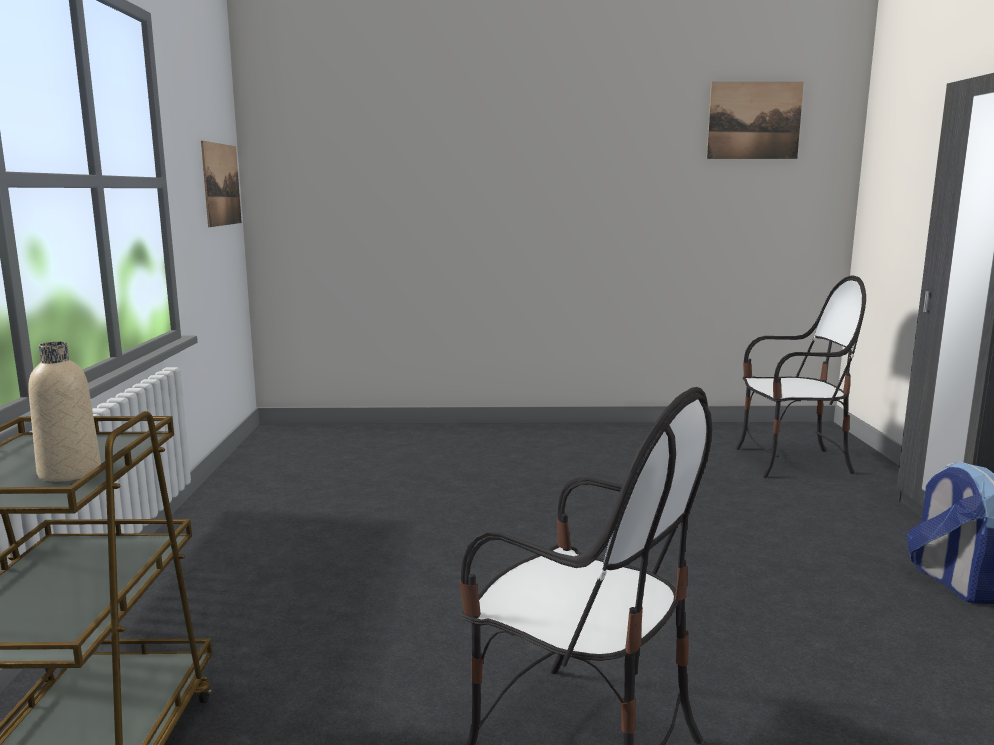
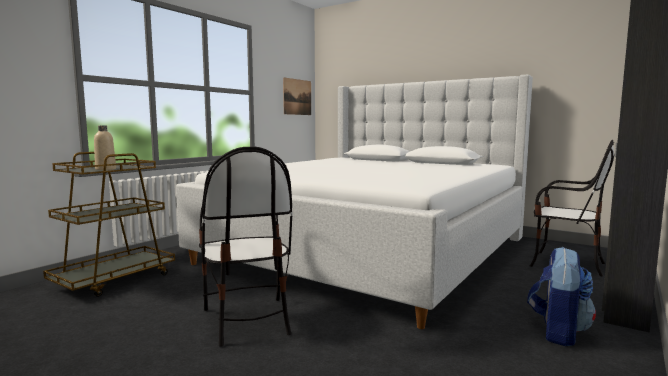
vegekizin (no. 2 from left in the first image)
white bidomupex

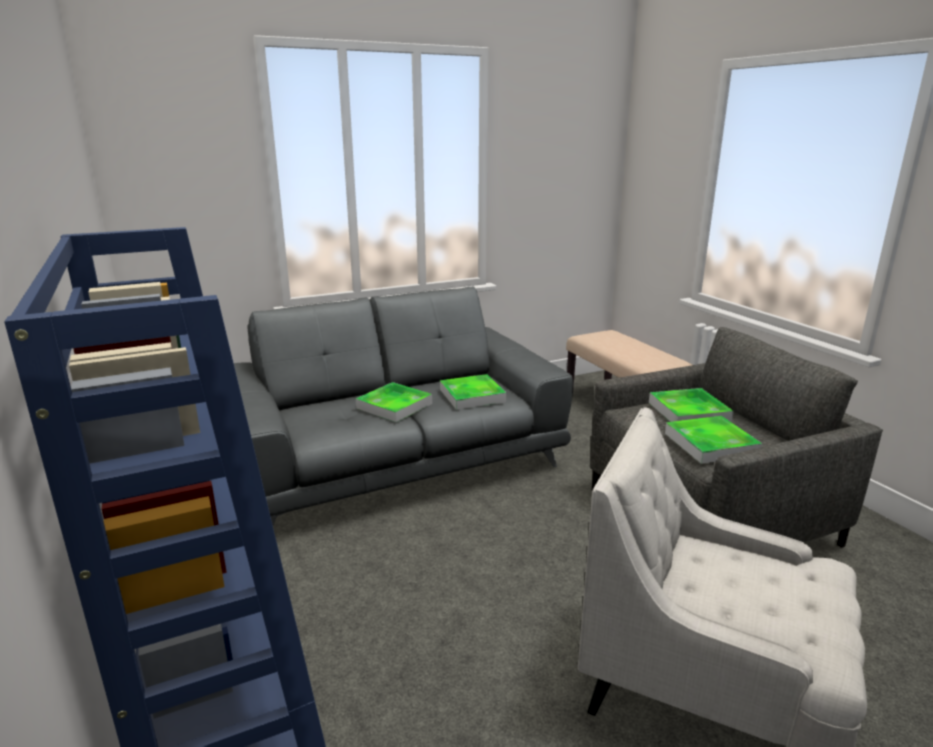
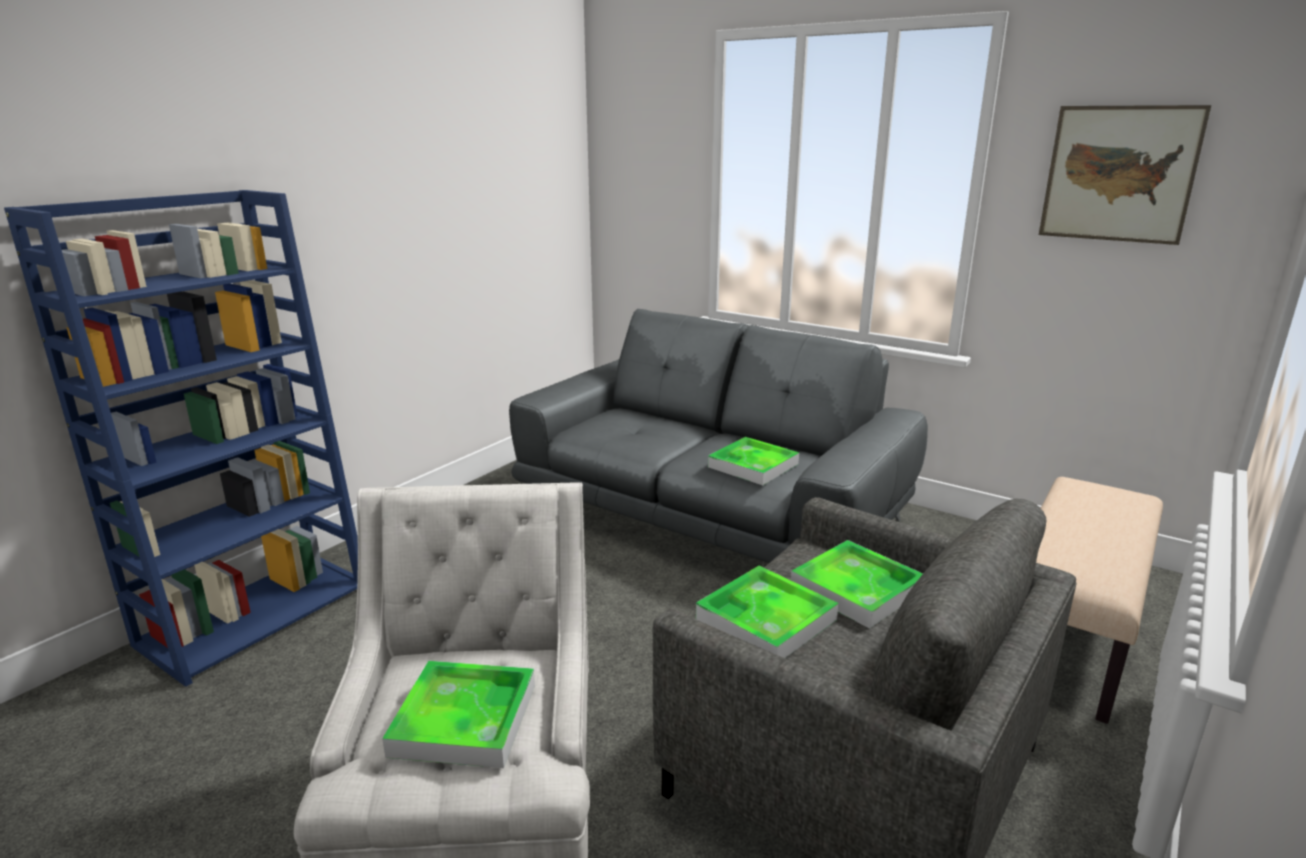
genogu (no. 1 from left)
vegekizin

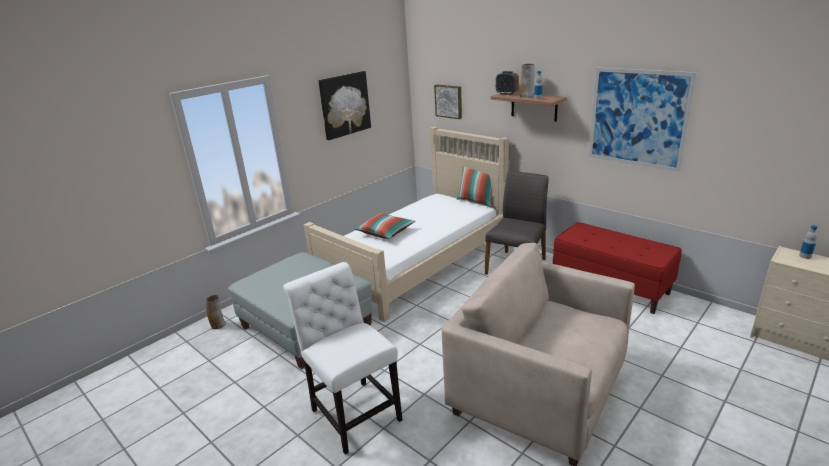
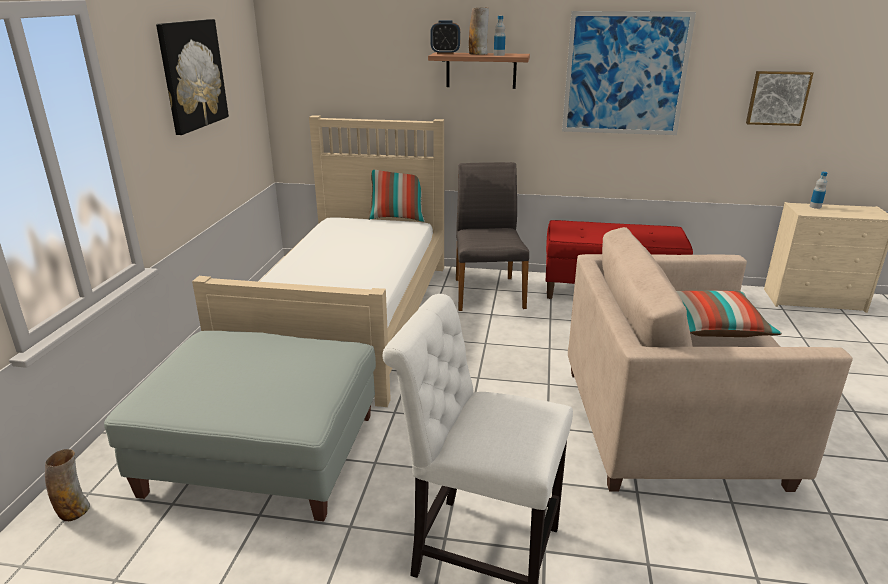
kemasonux (no. 2 from left)
vegekizin (no. 3 from left)

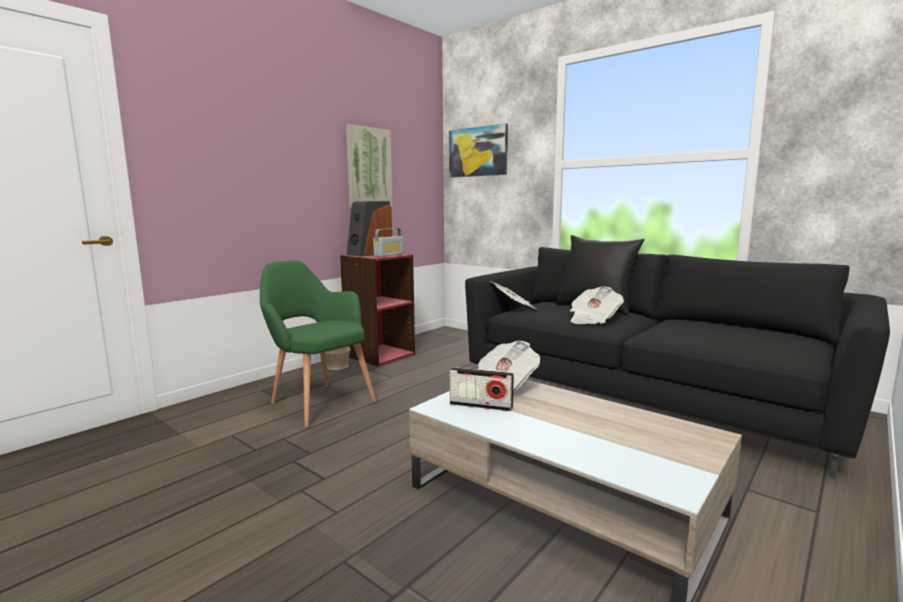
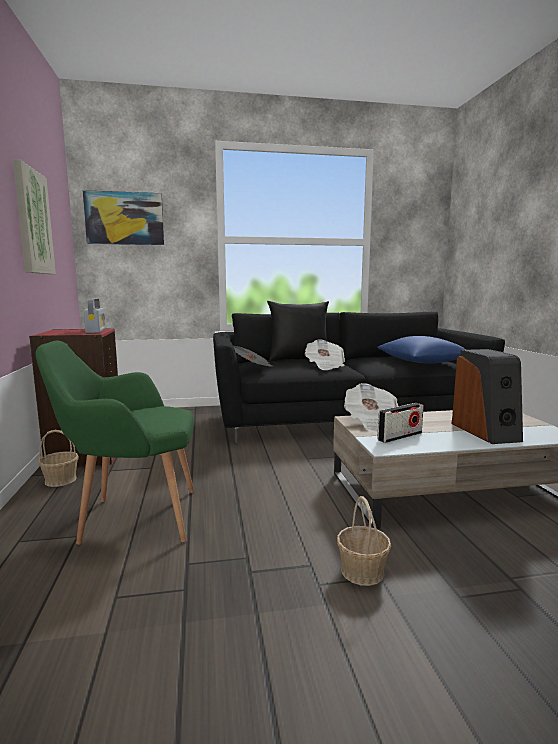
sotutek
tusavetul (no. 2 from left)
blue kemasonux

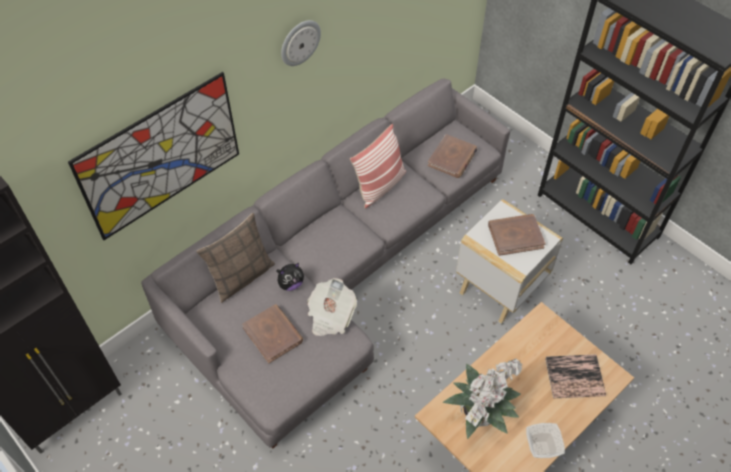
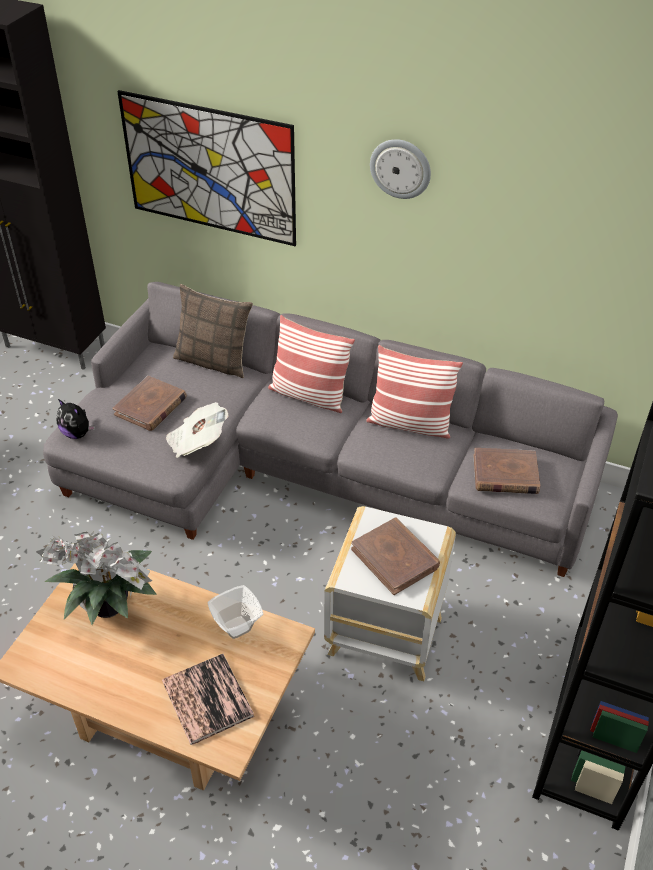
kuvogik
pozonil
kemasonux (no. 2 from left)

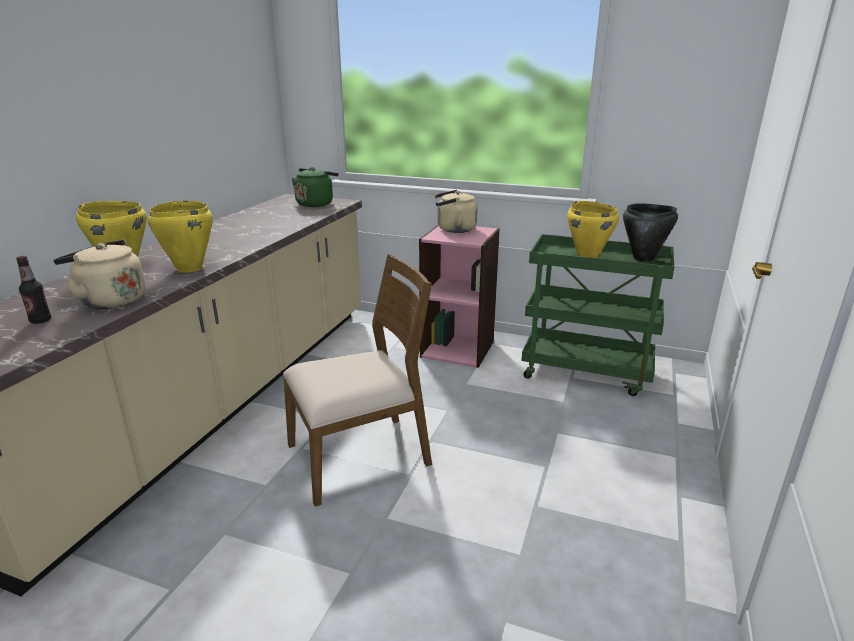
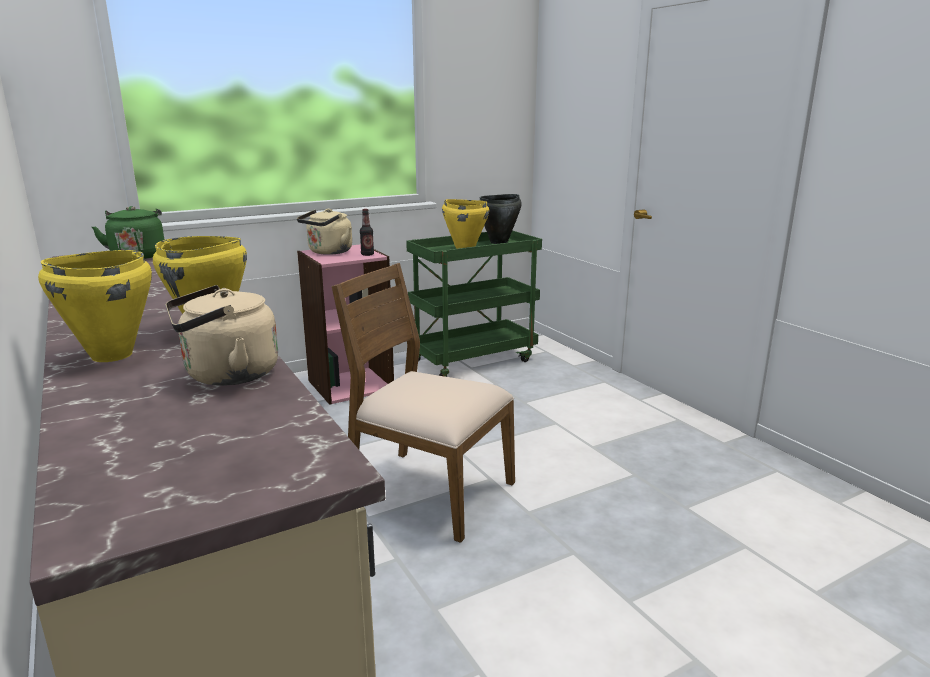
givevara
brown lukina

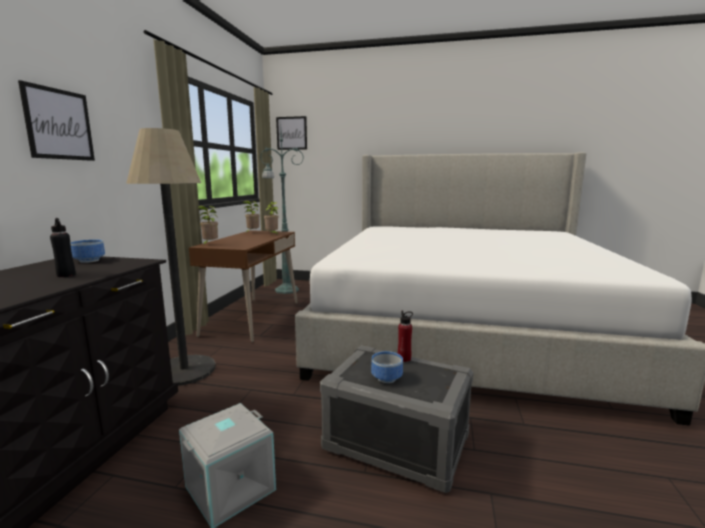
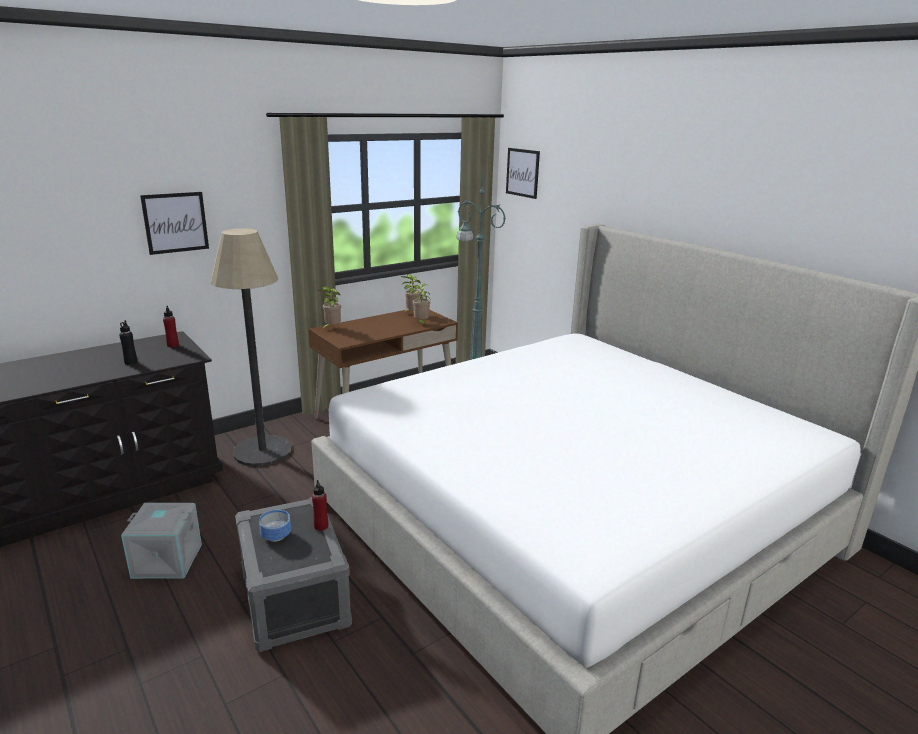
red givevara (no. 1 from left)

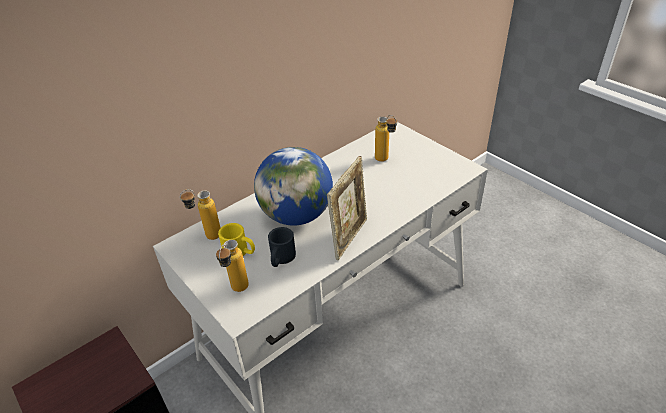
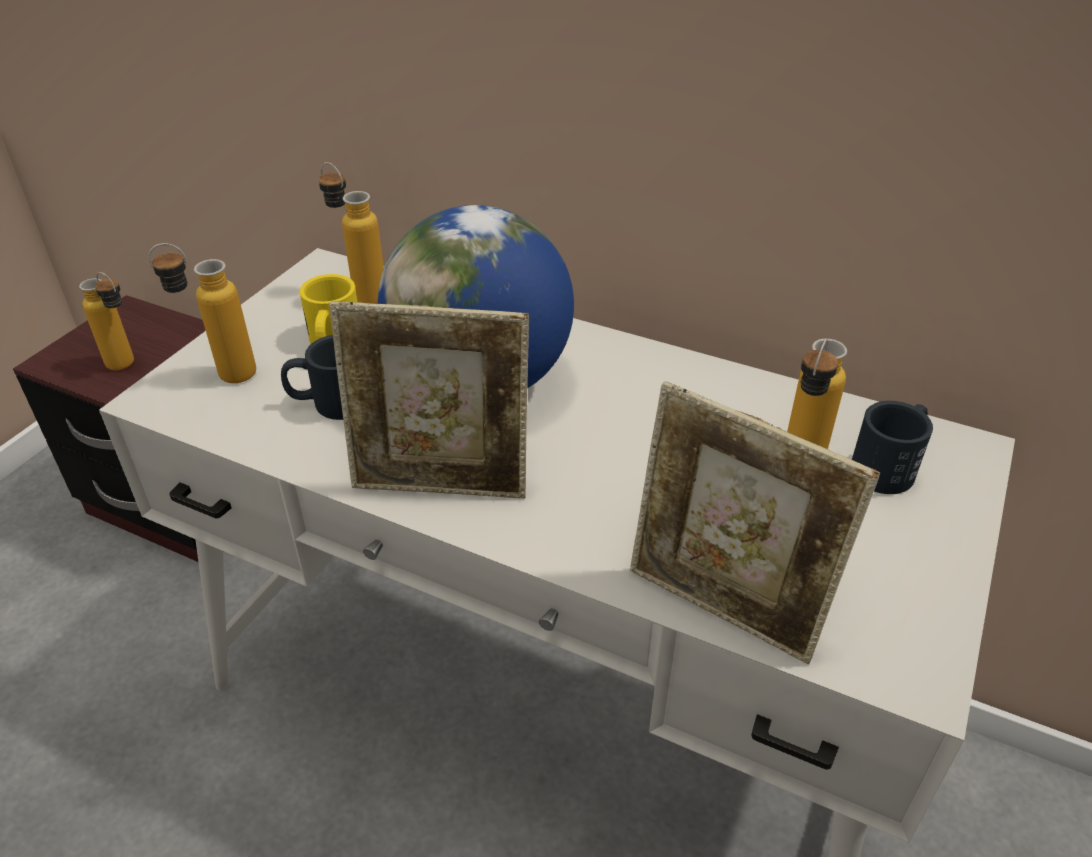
givevara (no. 1 from left)
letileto (no. 2 from left)
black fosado (no. 2 from left)

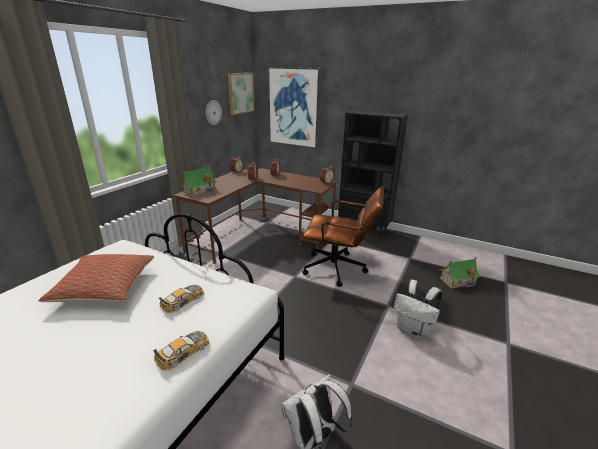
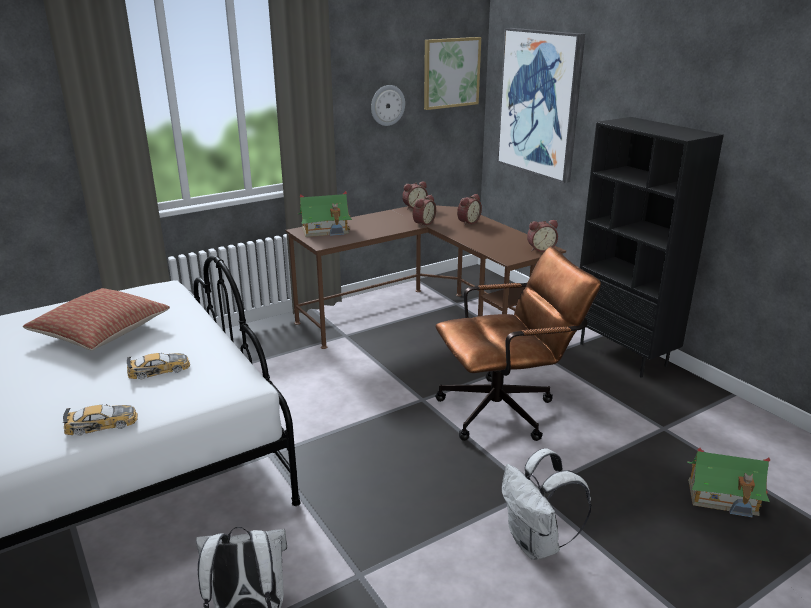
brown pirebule

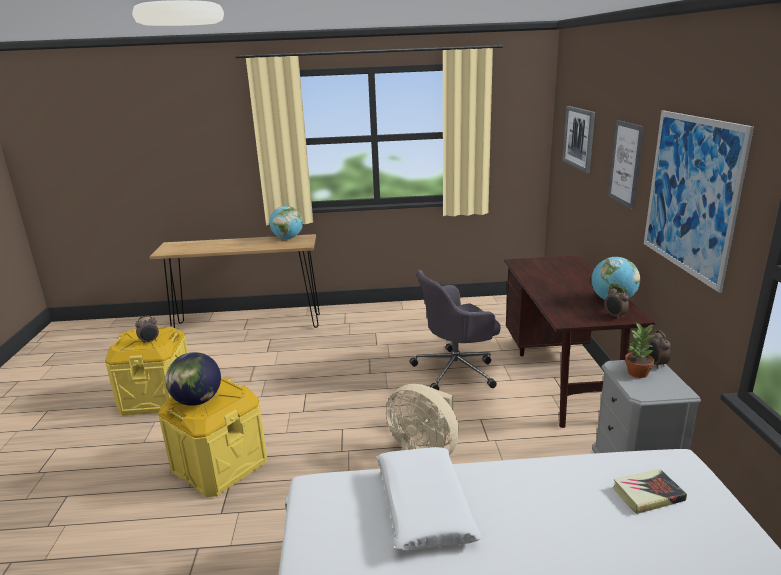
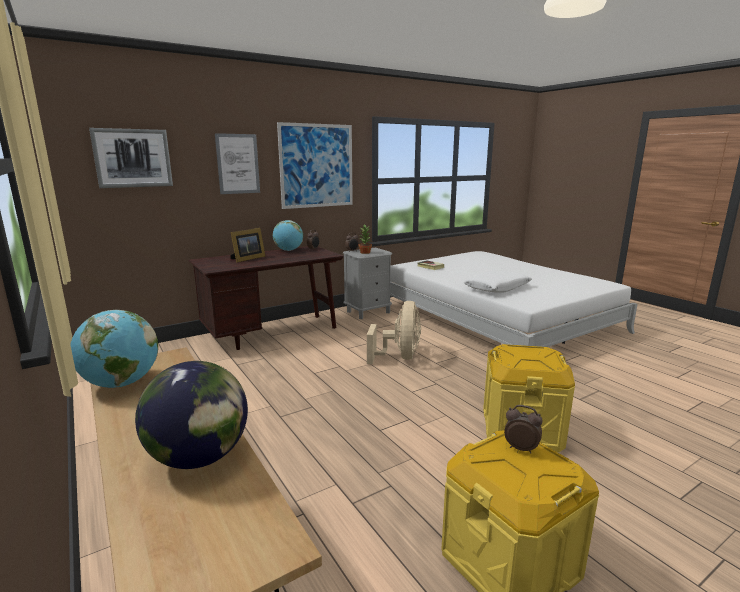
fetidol (no. 2 from left)
grey pirebule
letileto

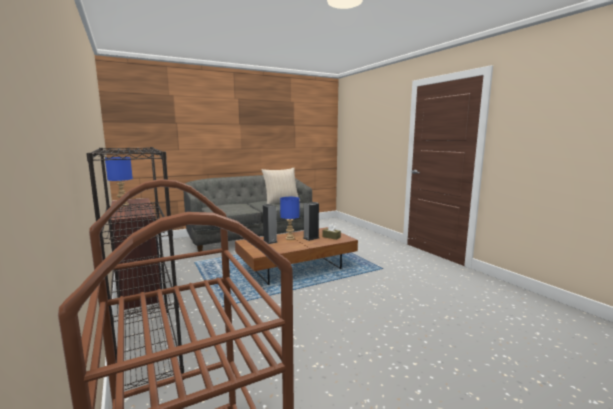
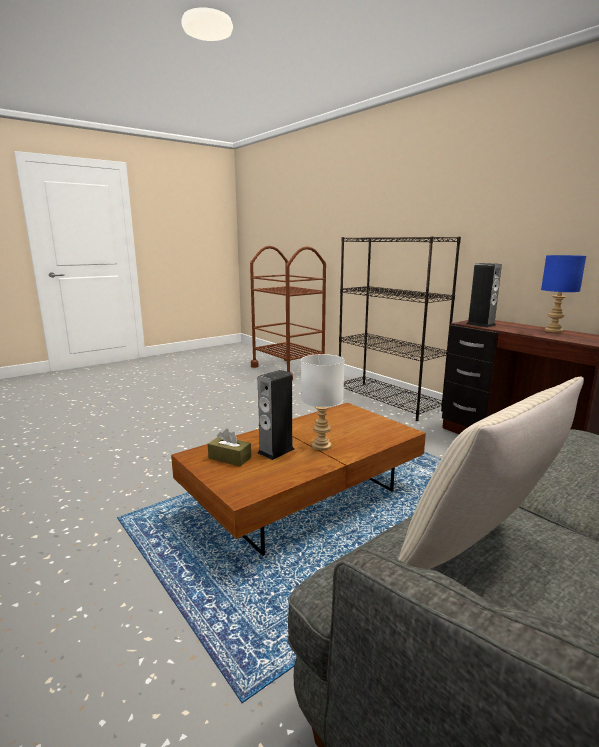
sotutek (no. 2 from left)
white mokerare

